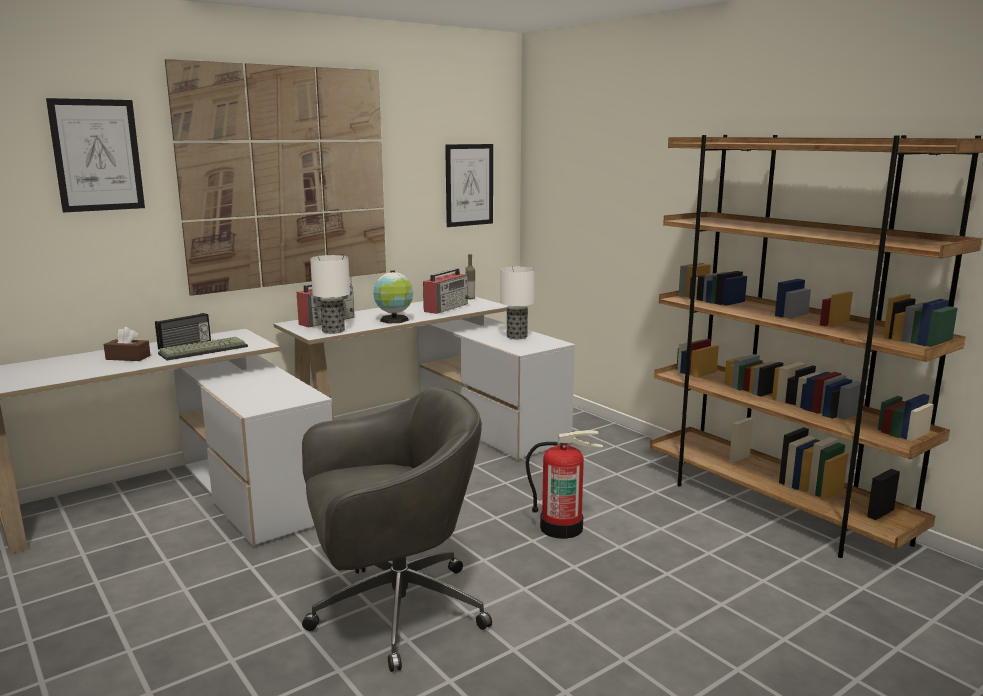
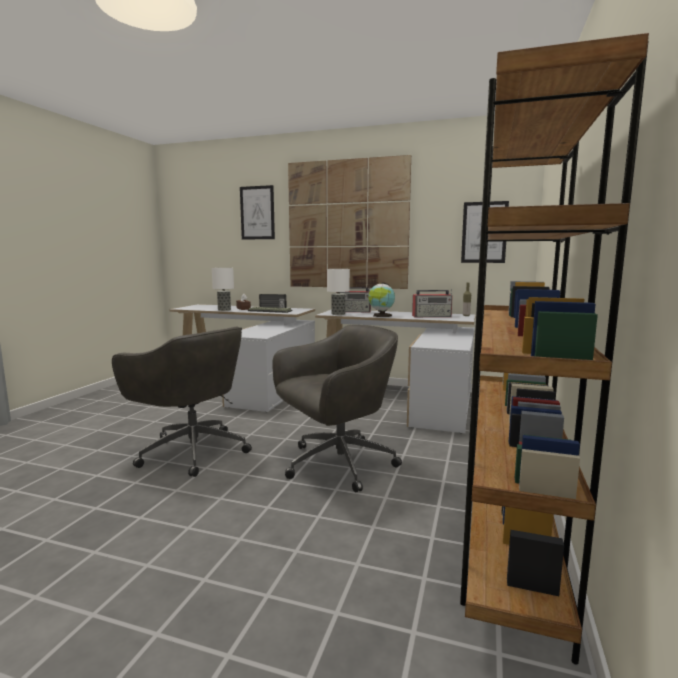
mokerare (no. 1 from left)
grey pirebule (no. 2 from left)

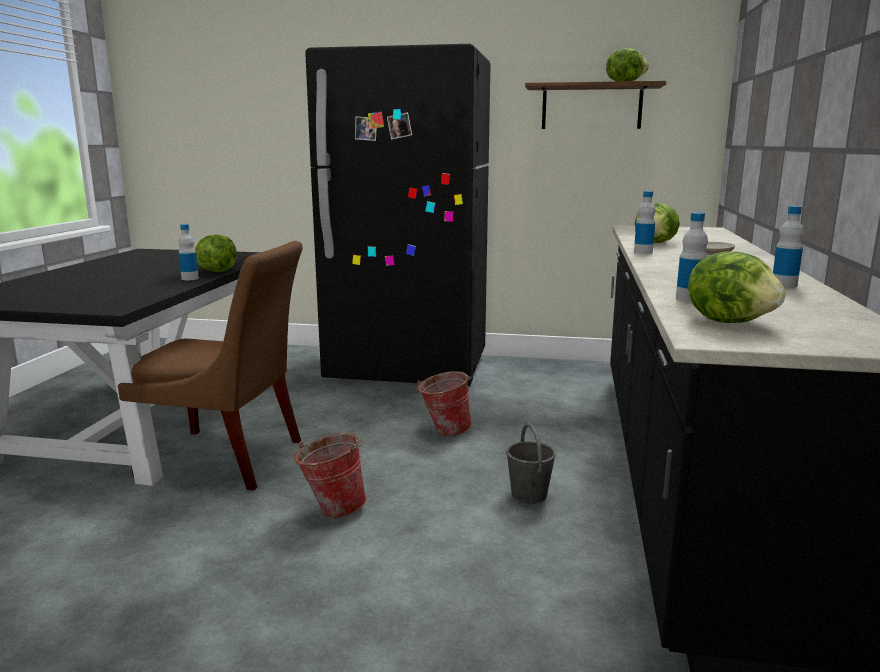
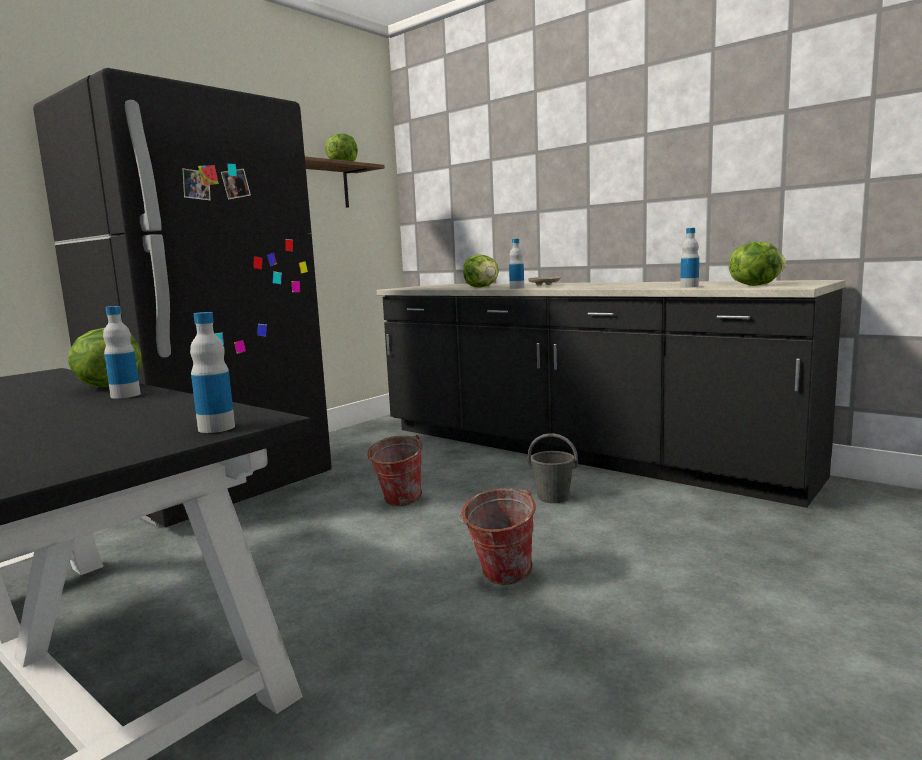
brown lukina
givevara (no. 2 from left)

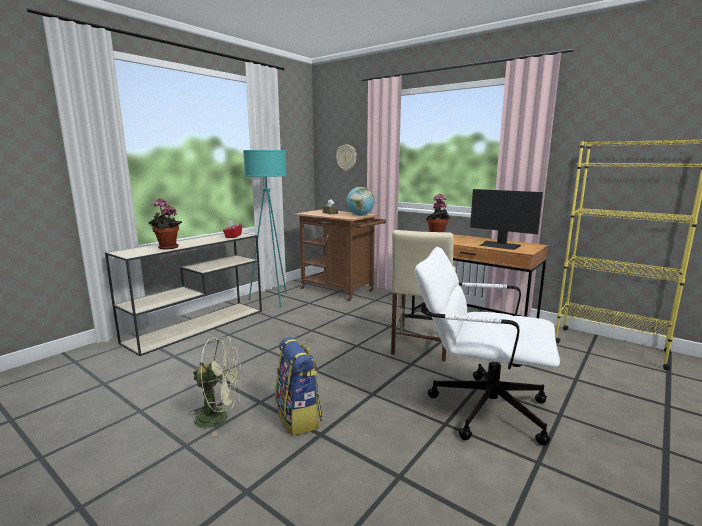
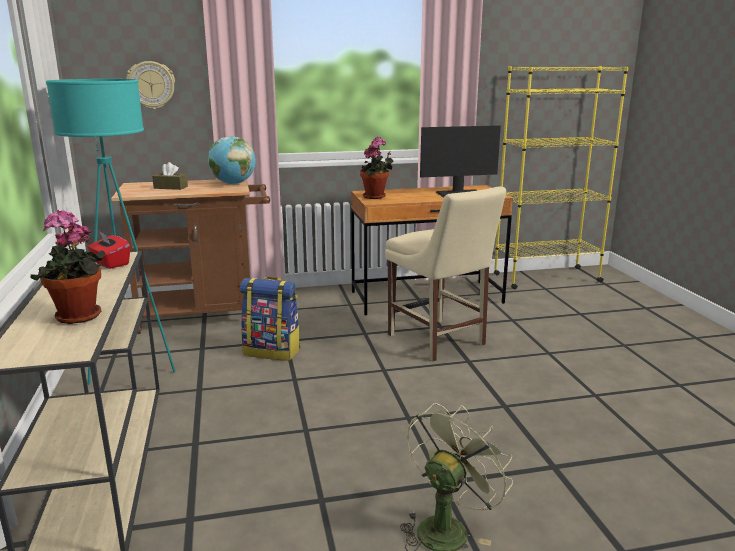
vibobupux
white pirebule

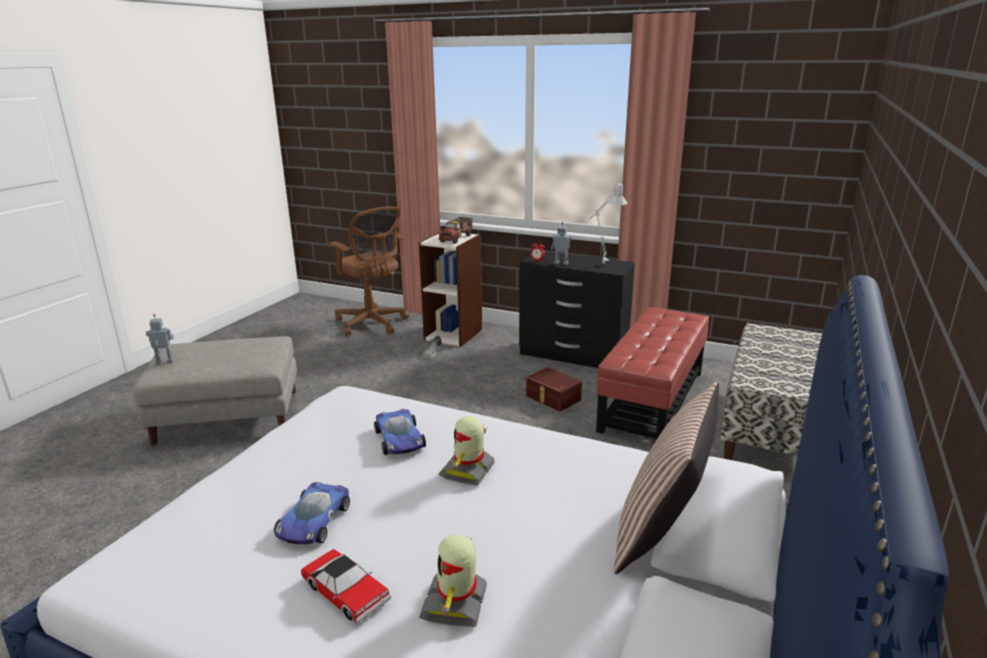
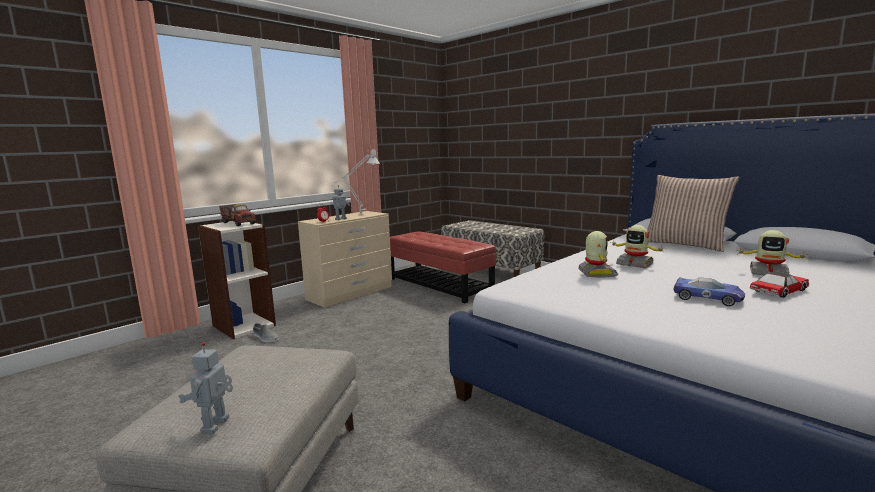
brown pirebule
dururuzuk (no. 3 from left)
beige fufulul
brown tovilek

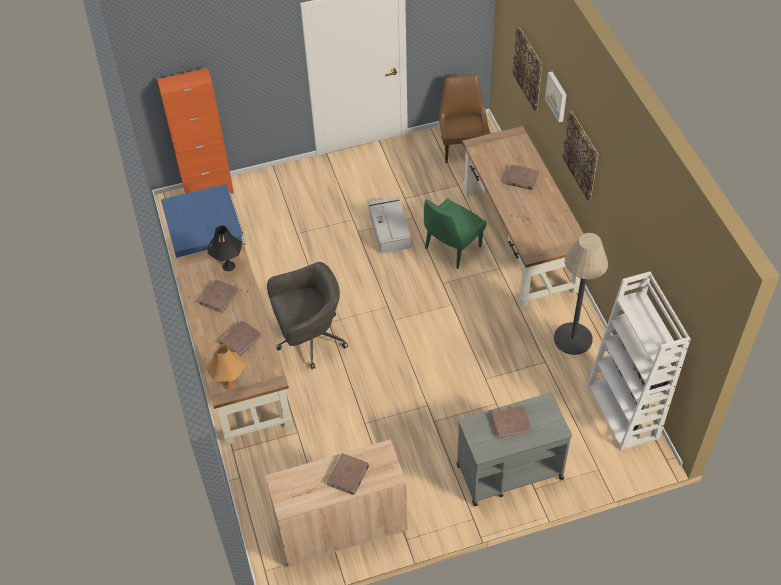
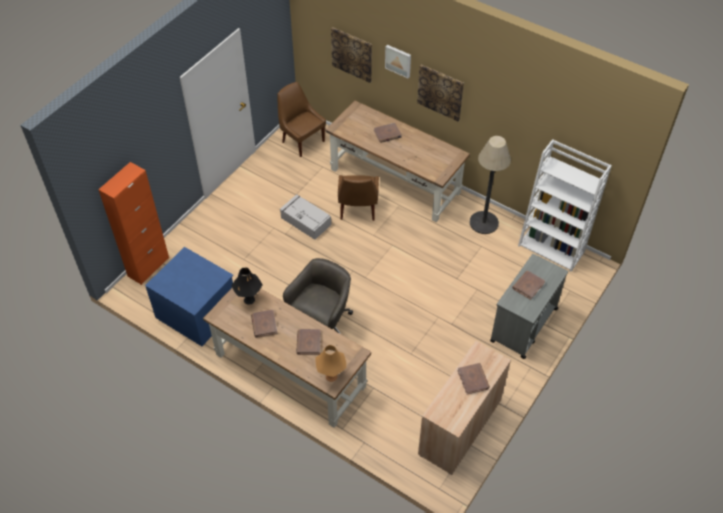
brown lukina (no. 2 from left)

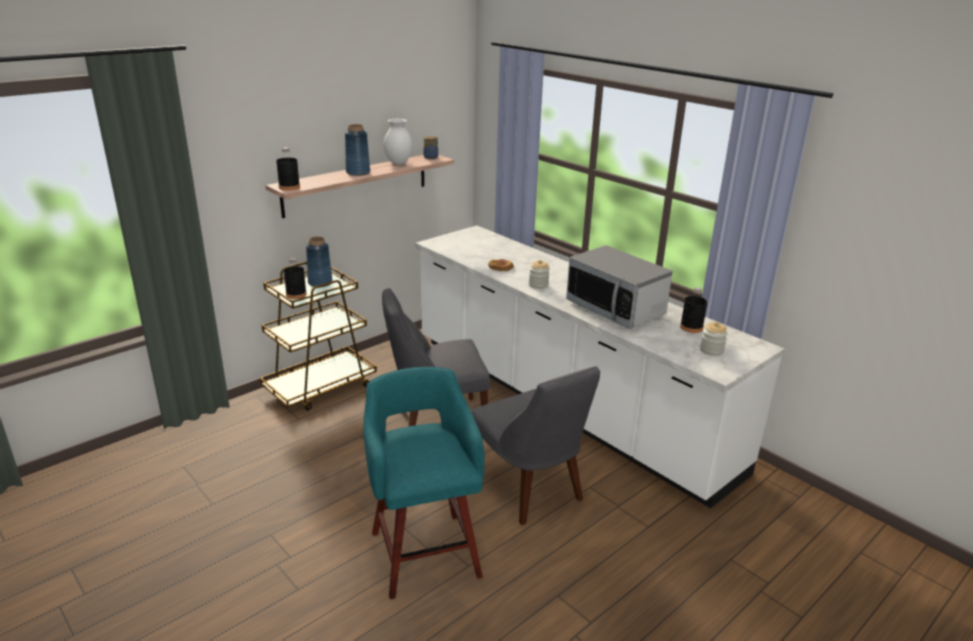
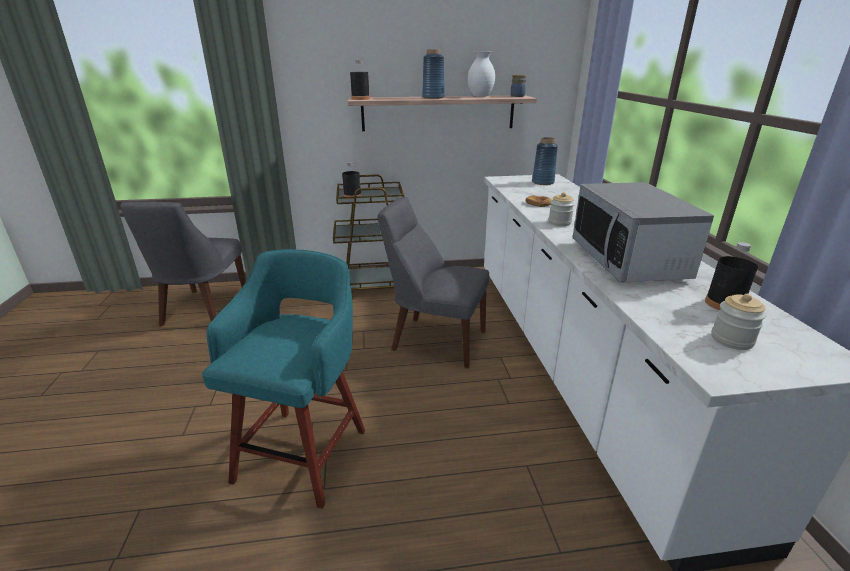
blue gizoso (no. 2 from left)
grey lukina (no. 1 from left)

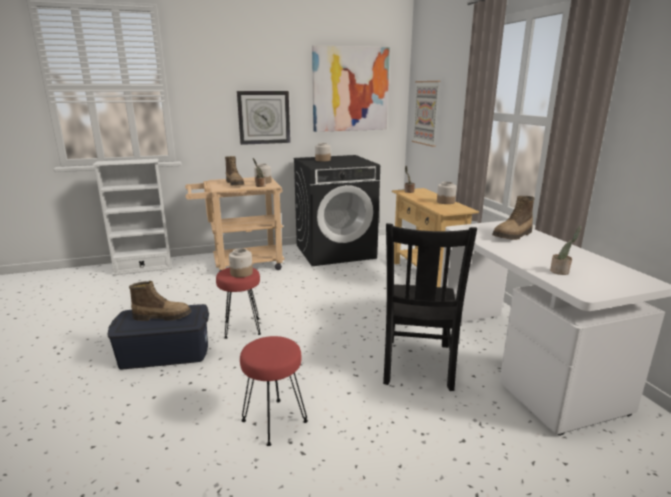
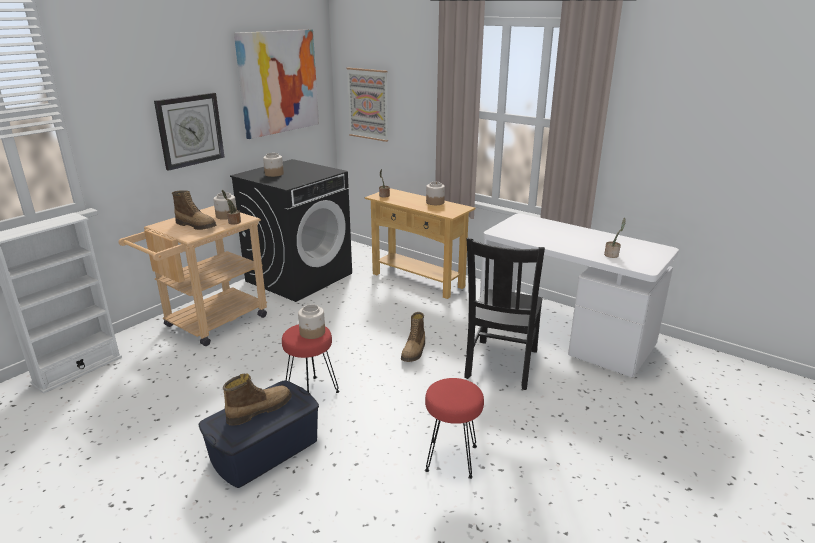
black lukina
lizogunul (no. 3 from left)

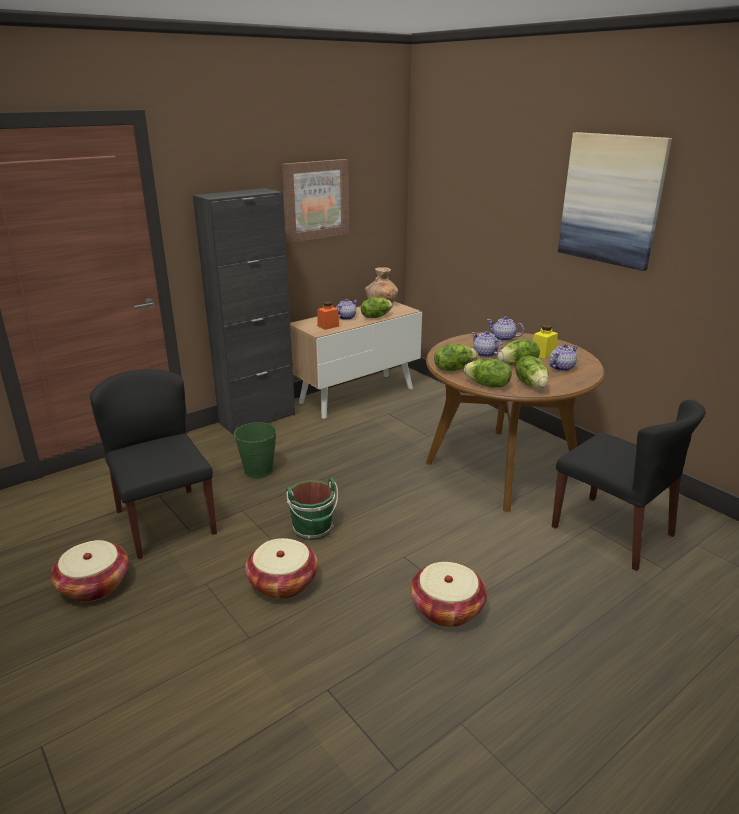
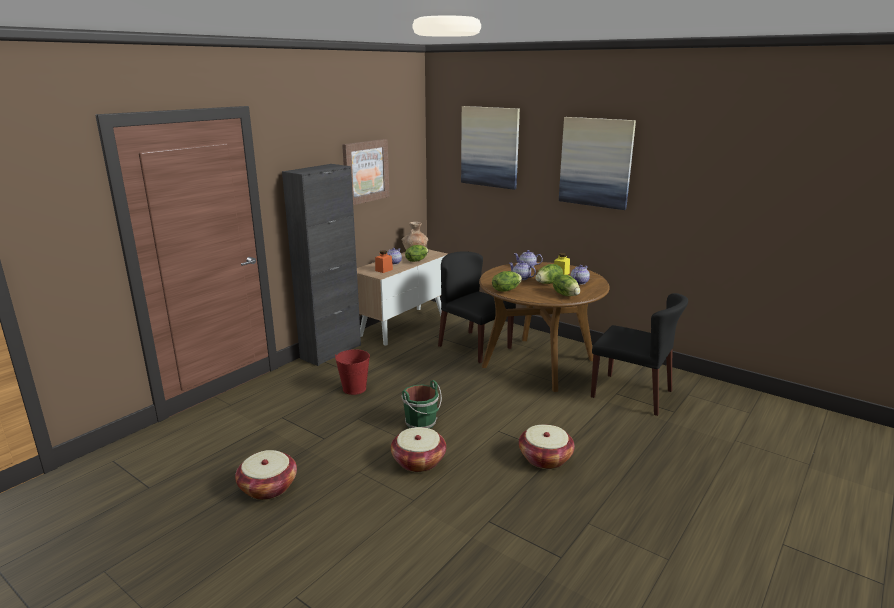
black lukina (no. 1 from left)
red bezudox
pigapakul (no. 3 from left in the first image)
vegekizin (no. 2 from left)

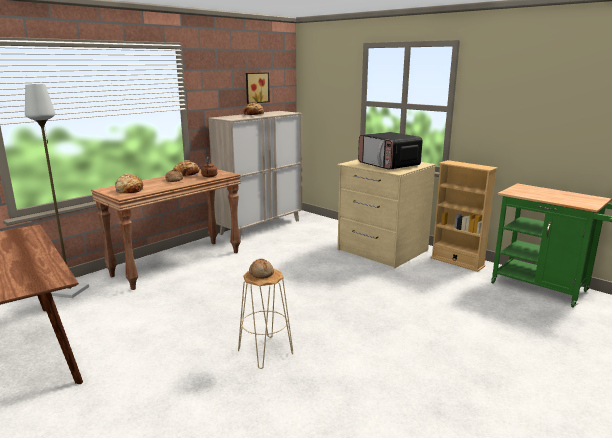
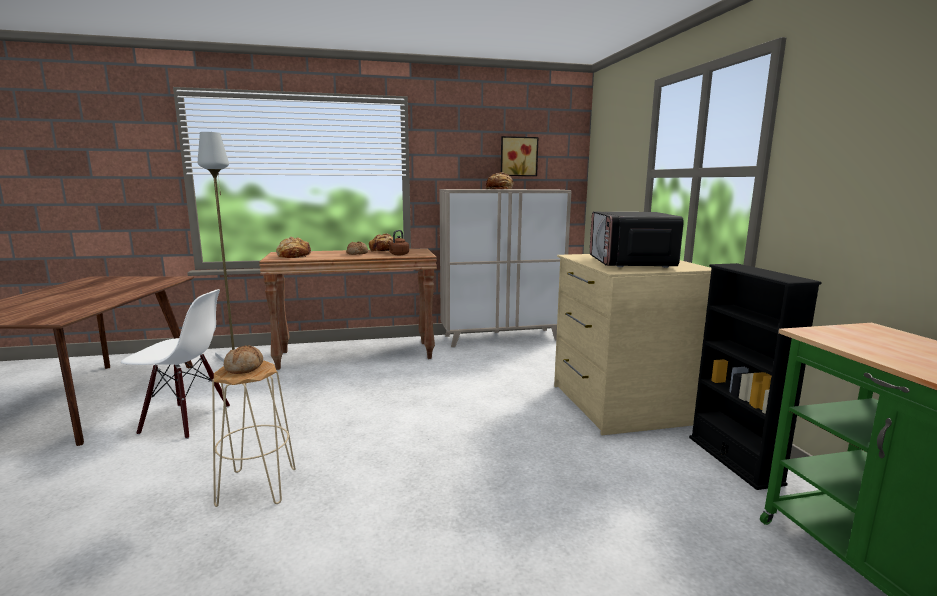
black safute
white lukina

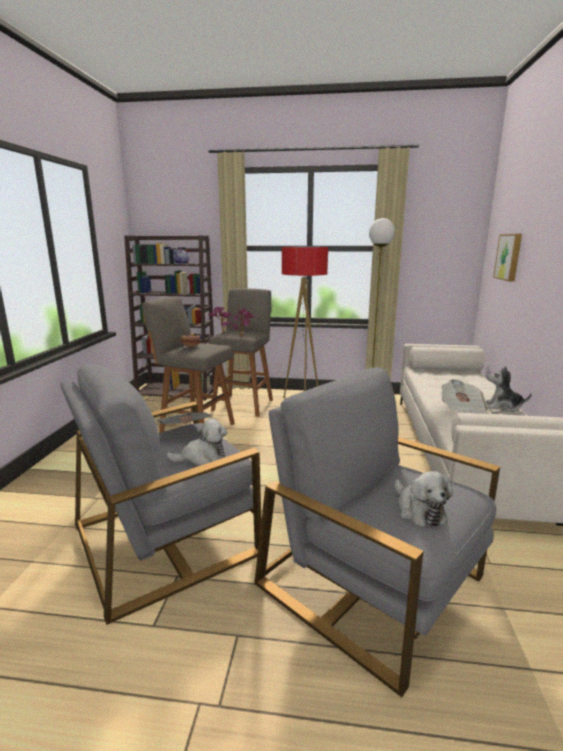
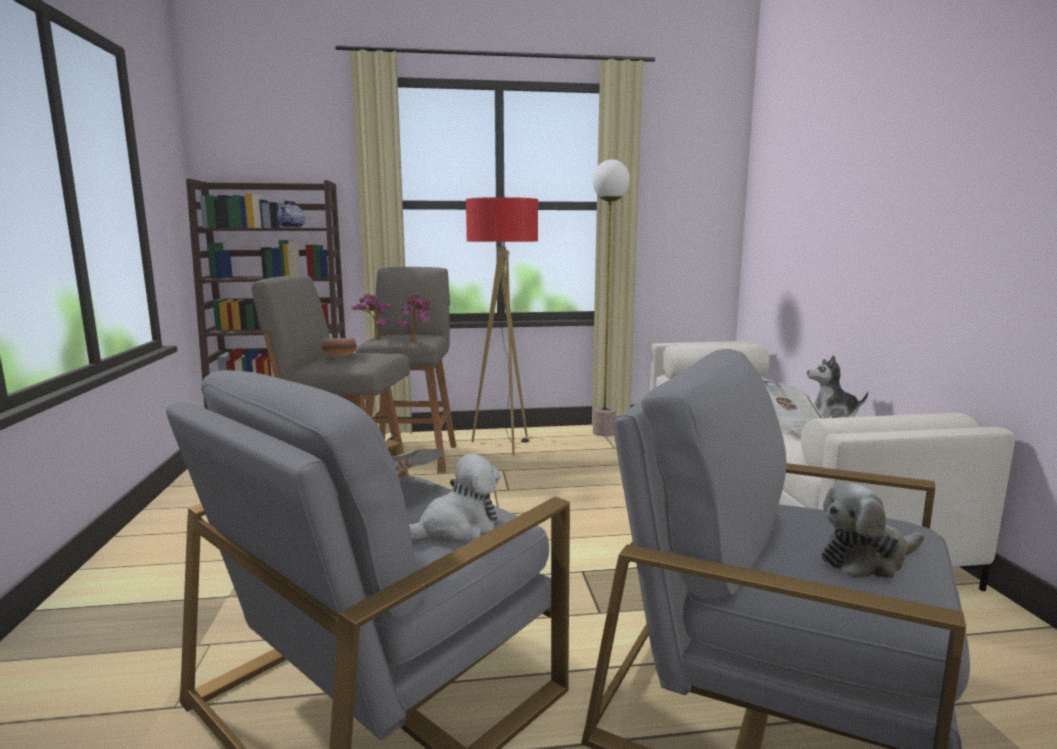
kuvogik (no. 3 from left)
vegekizin

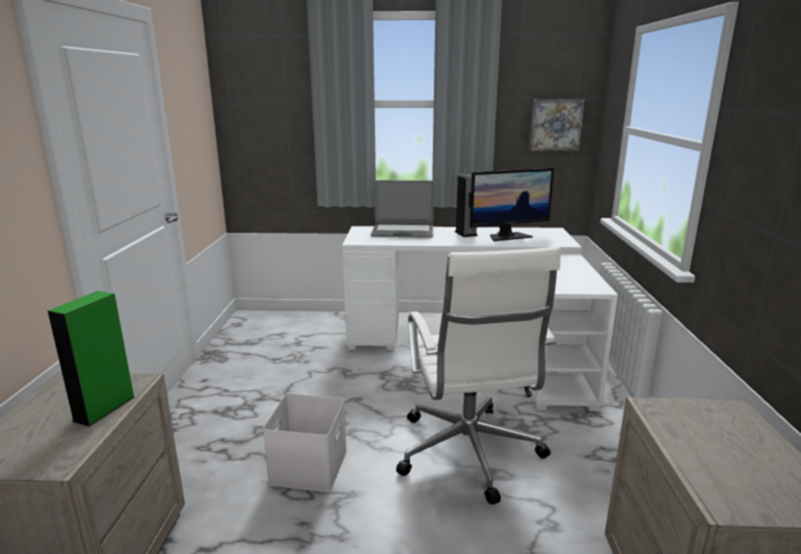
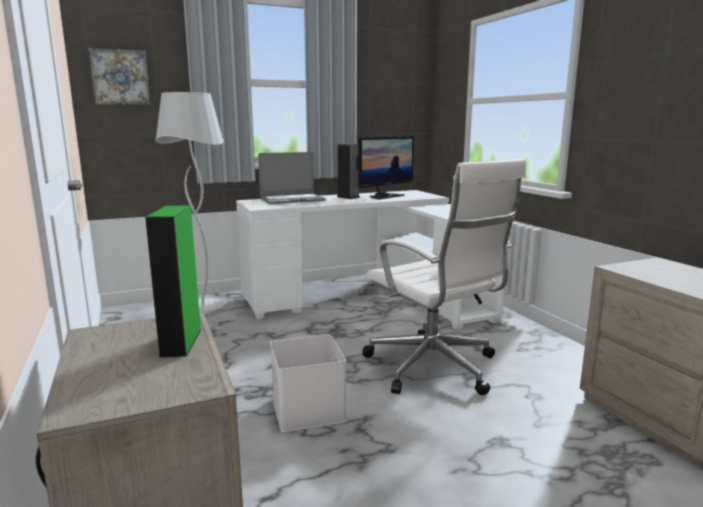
vegekizin
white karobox

